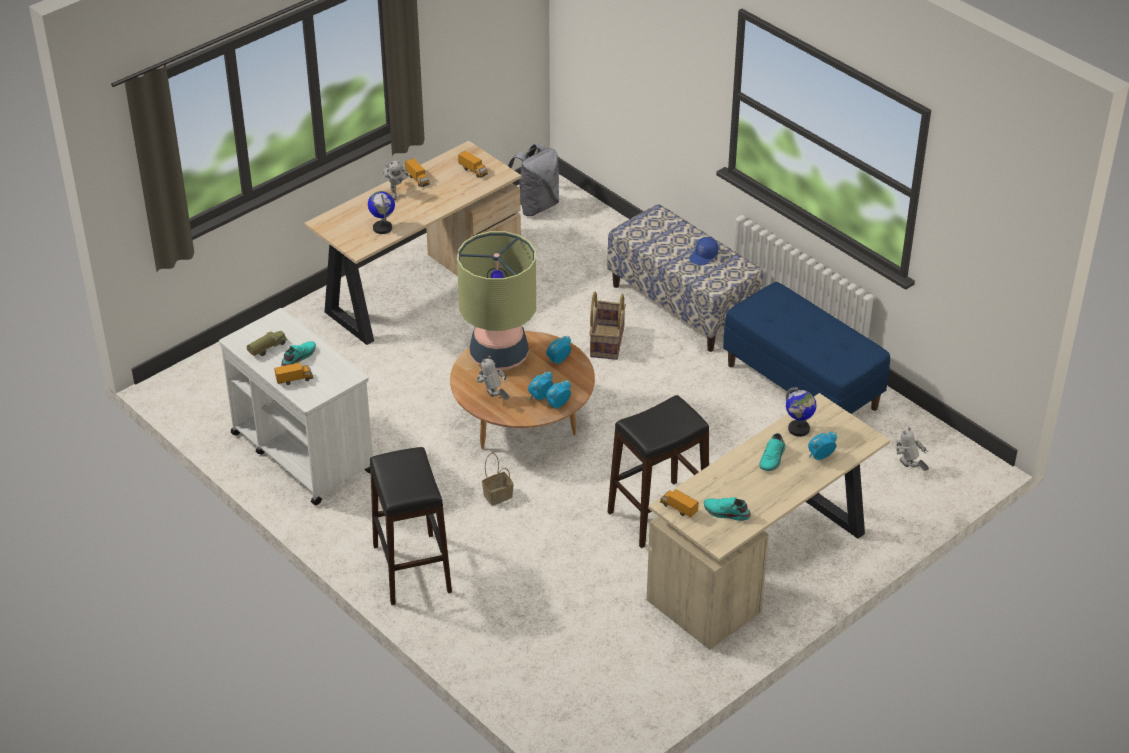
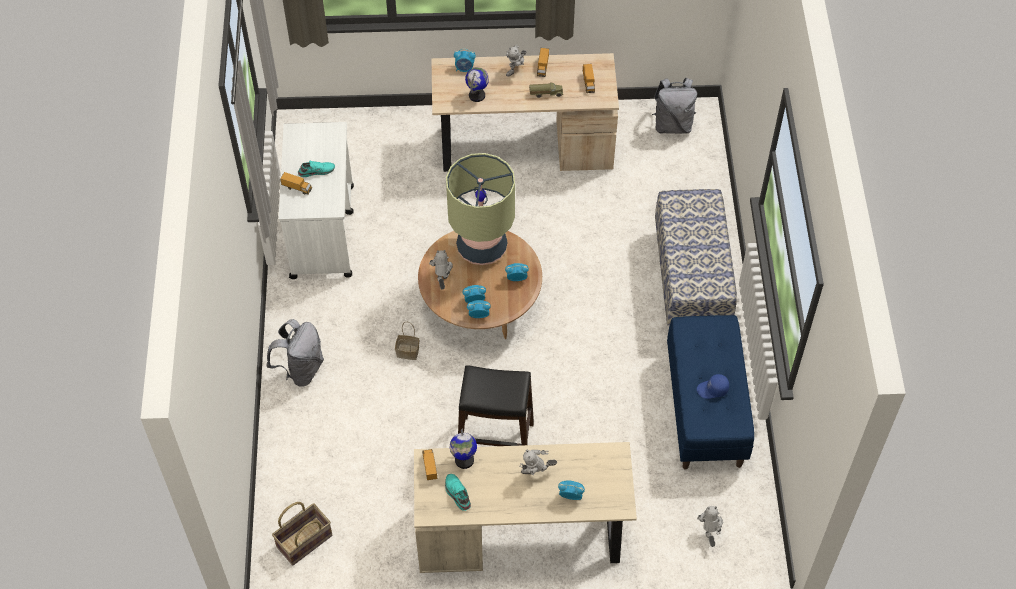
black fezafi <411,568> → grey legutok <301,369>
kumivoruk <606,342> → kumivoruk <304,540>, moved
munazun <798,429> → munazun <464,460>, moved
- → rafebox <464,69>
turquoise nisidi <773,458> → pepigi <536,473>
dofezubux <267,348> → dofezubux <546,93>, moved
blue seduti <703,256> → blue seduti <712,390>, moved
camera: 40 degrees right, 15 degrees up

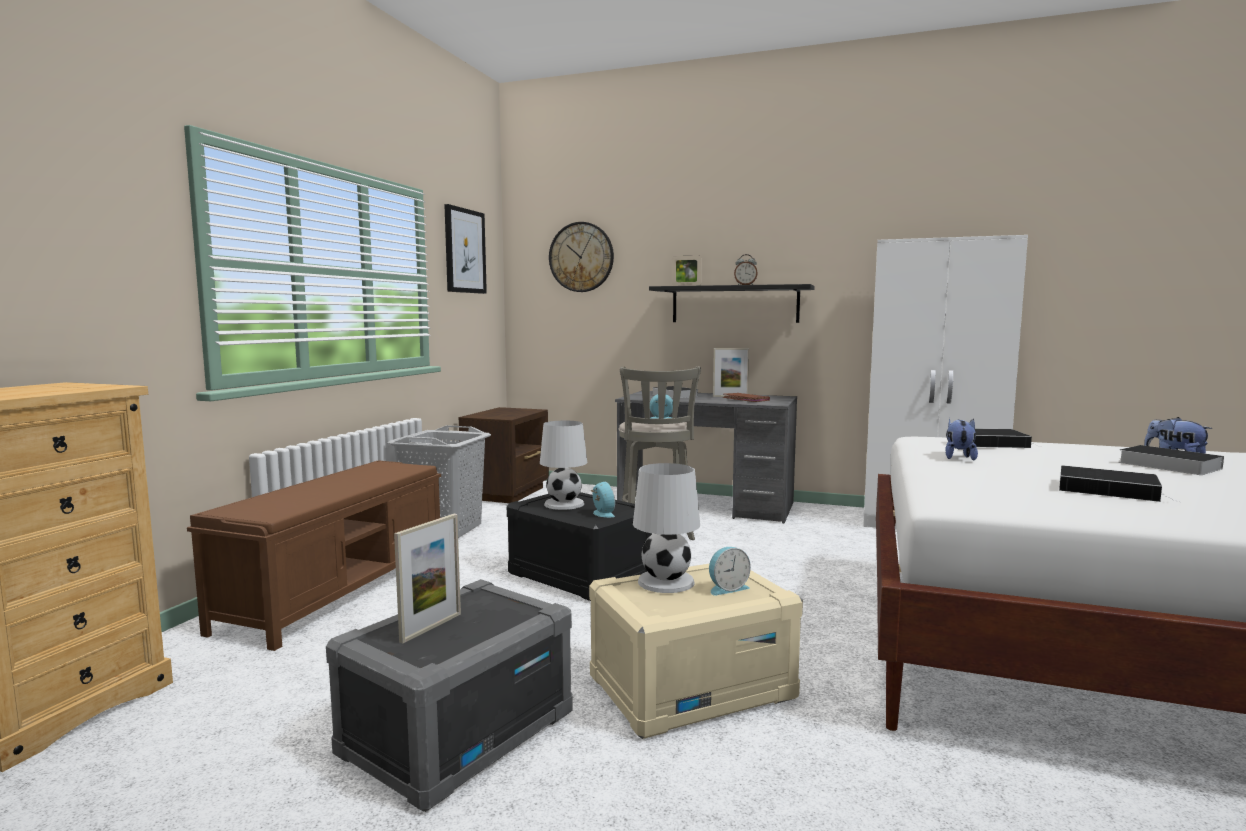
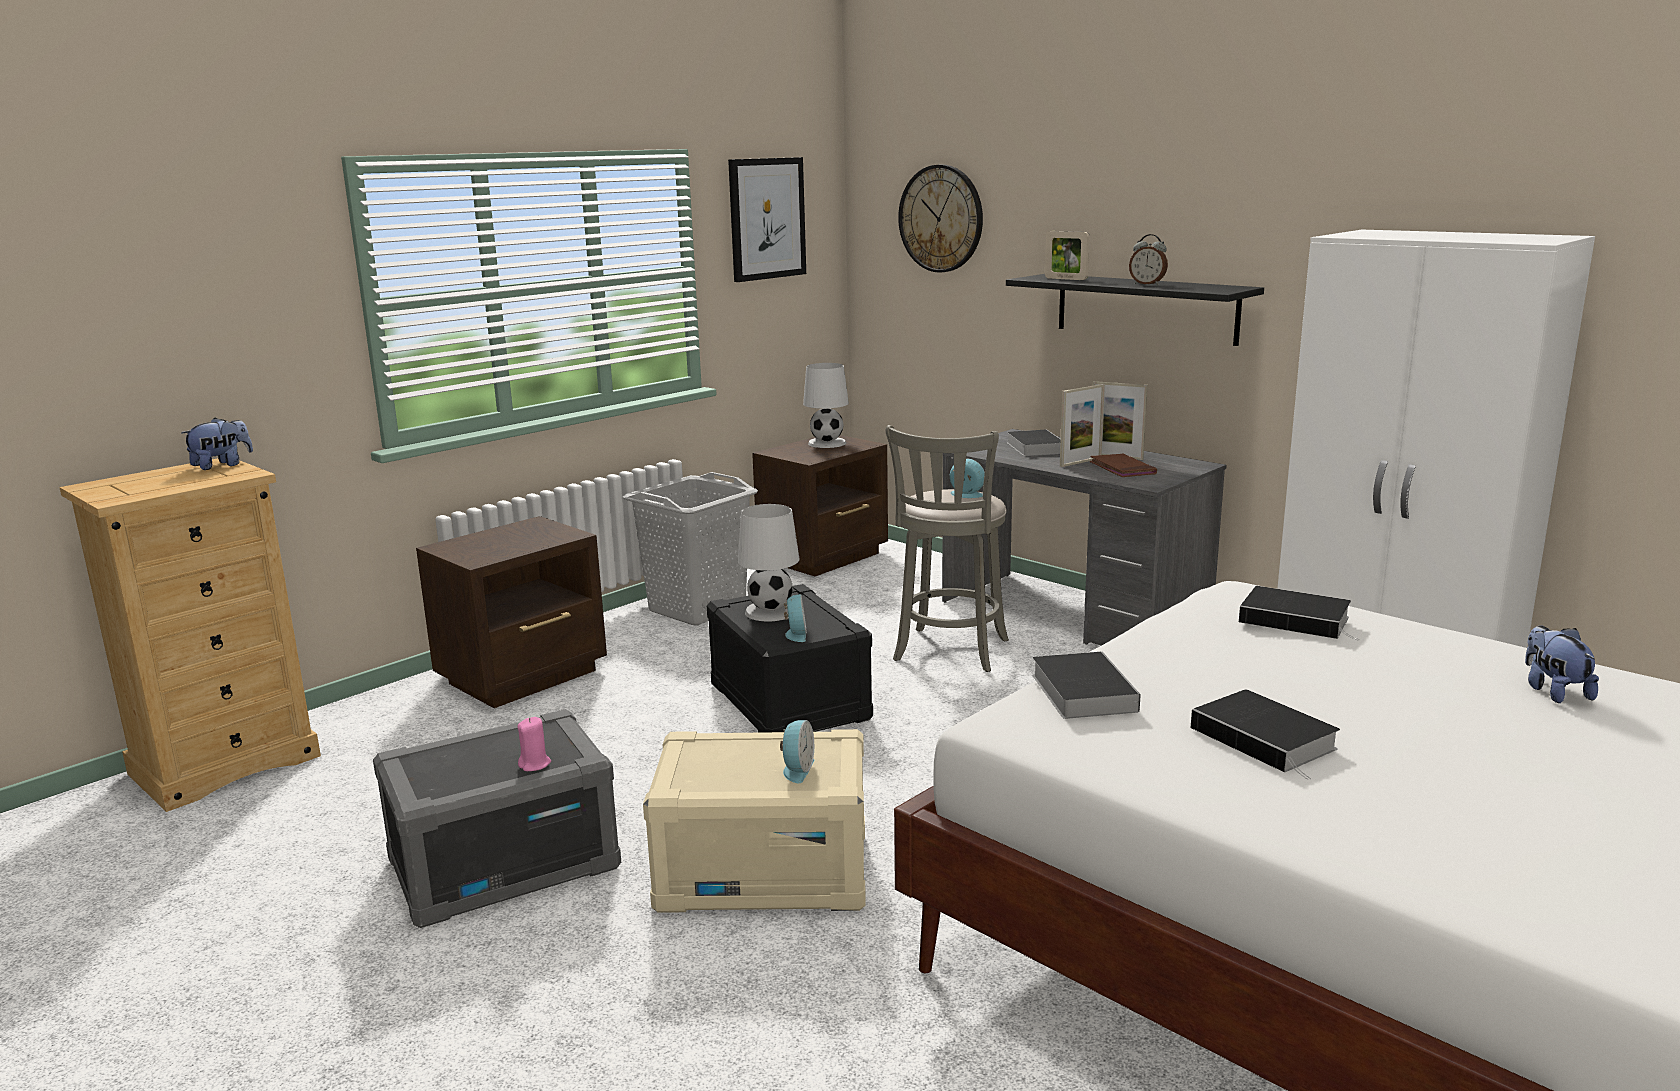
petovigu <958,457> → petovigu <222,465>, moved
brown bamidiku <339,590> → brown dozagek <525,677>
- → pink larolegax <535,764>
rafebox <727,588> → rafebox <797,769>, 75 degrees counterclockwise
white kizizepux <665,582> → white kizizepux <826,443>, moved
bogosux <1165,465> → bogosux <1081,691>, moved
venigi <431,627> → venigi <1080,462>, moved
camera: 25 degrees right, 10 degrees up

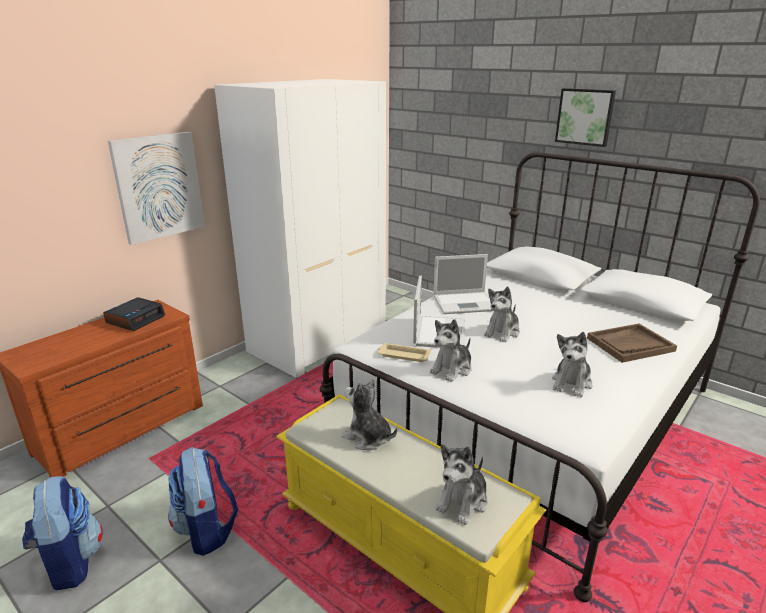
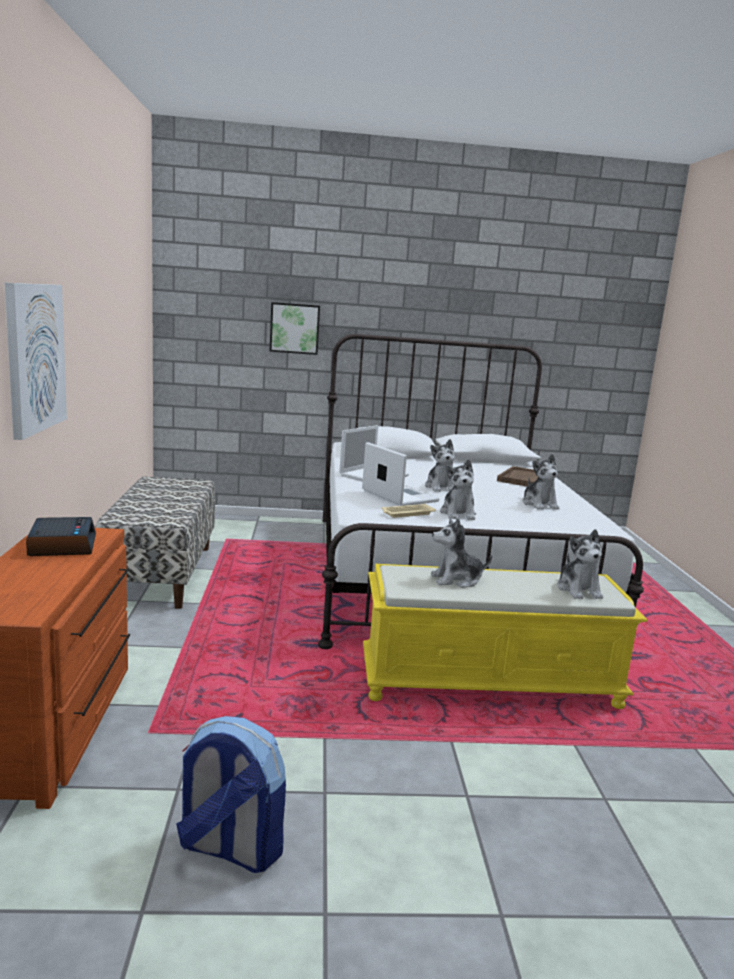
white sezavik <318,340> → bamidiku <161,573>
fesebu <585,117> → fesebu <294,328>, moved
legutok <207,530> → -
camera: 45 degrees left, 10 degrees down

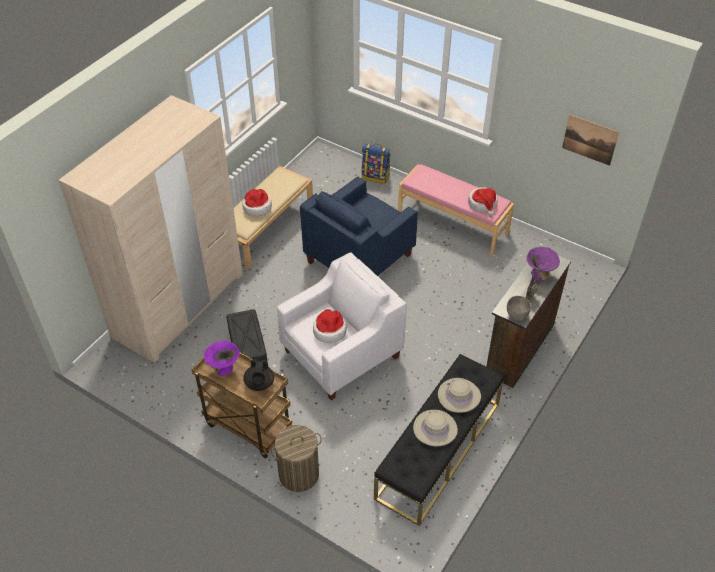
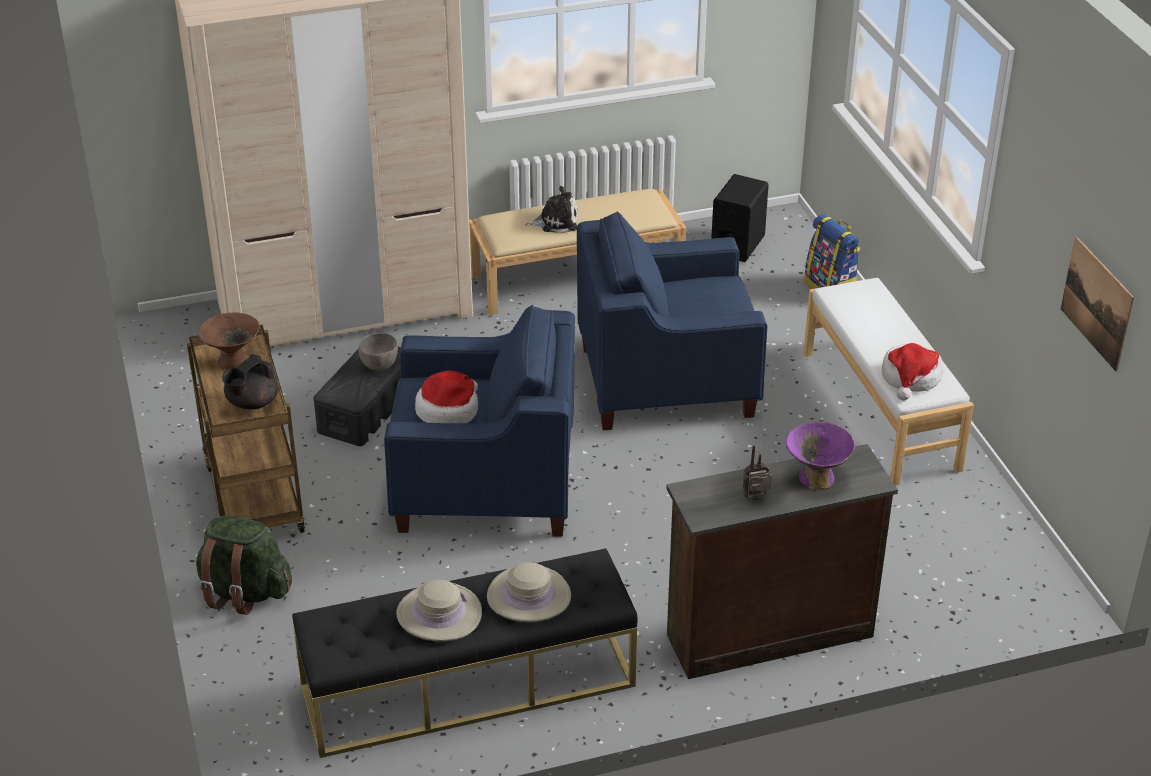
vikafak <299,474> → green legutok <244,592>
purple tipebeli <224,368> → brown tipebeli <233,362>
grey tipebeli <517,315> → grey tipebeli <379,365>, moved
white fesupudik <342,354> → blue fesupudik <485,486>
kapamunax <257,207> → petovigu <556,221>
- → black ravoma <737,245>
pink bamidiku <453,223> → white bamidiku <881,410>
camera: 40 degrees right, 10 degrees down

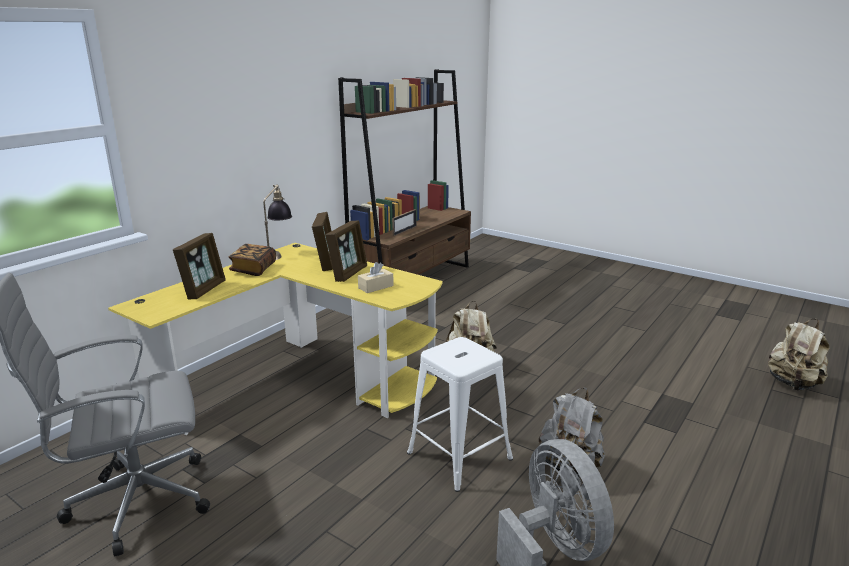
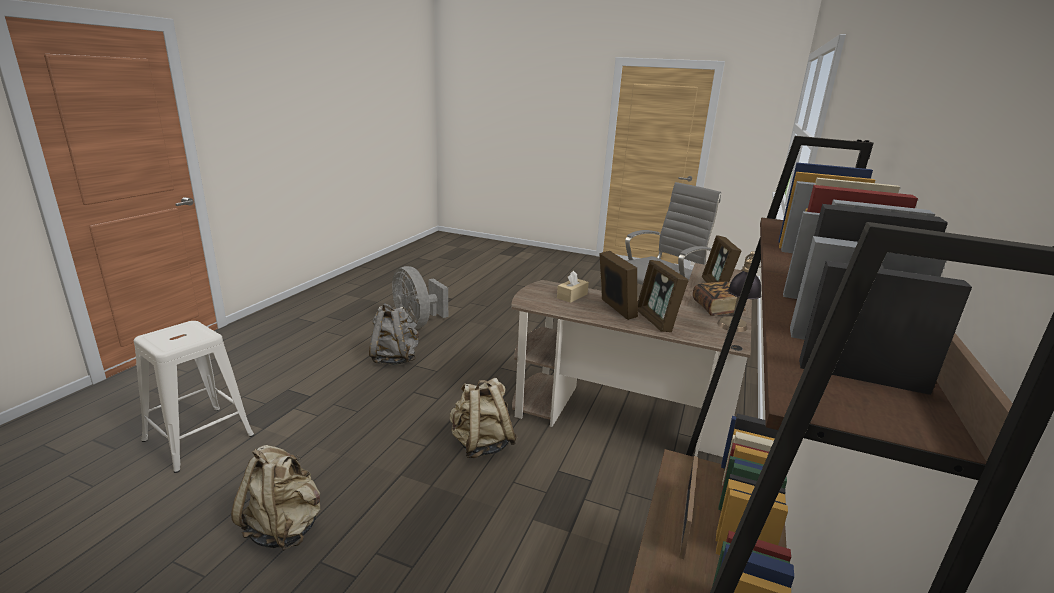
white fezafi <459,456> → white fezafi <199,437>, moved
beige legutok <793,384> → beige legutok <284,527>, moved
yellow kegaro <301,380> → brown kegaro <647,405>
venigi <348,273> → venigi <615,309>, 150 degrees clockwise
camera: 165 degrees right, 0 degrees up

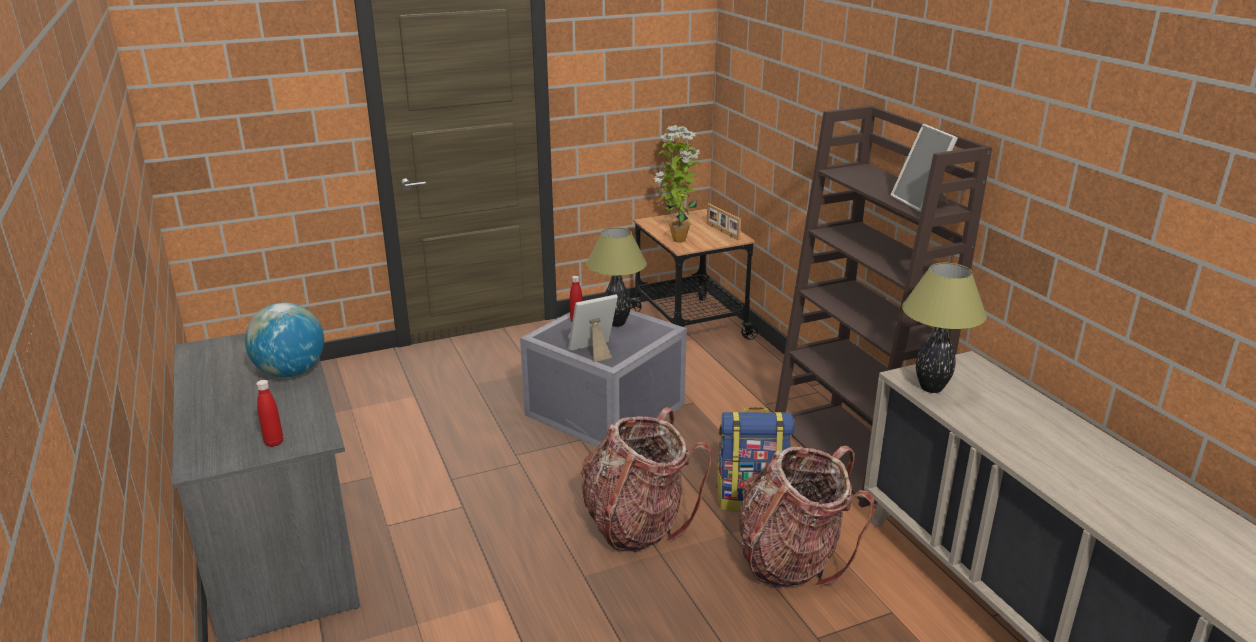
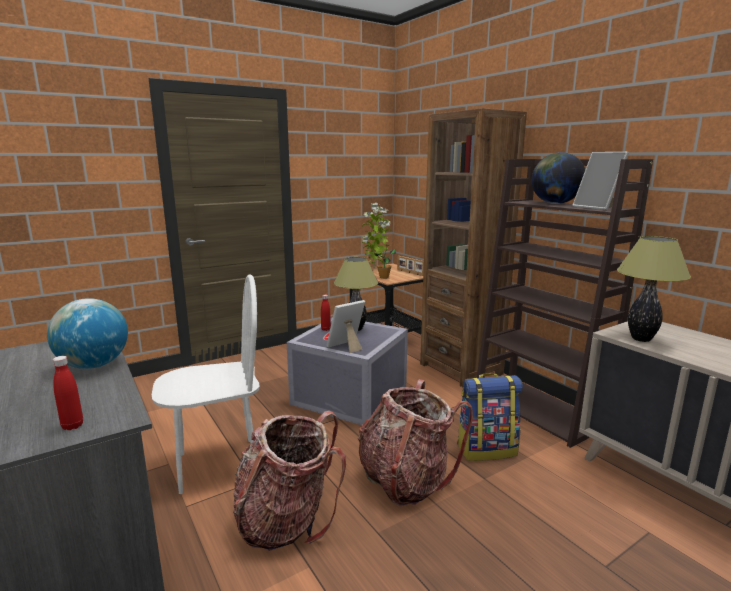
- → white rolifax <218,465>
legutok <791,559> → legutok <287,520>, moved
- → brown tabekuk <461,369>
- → munazun <555,203>
camera: 10 degrees left, 10 degrees down

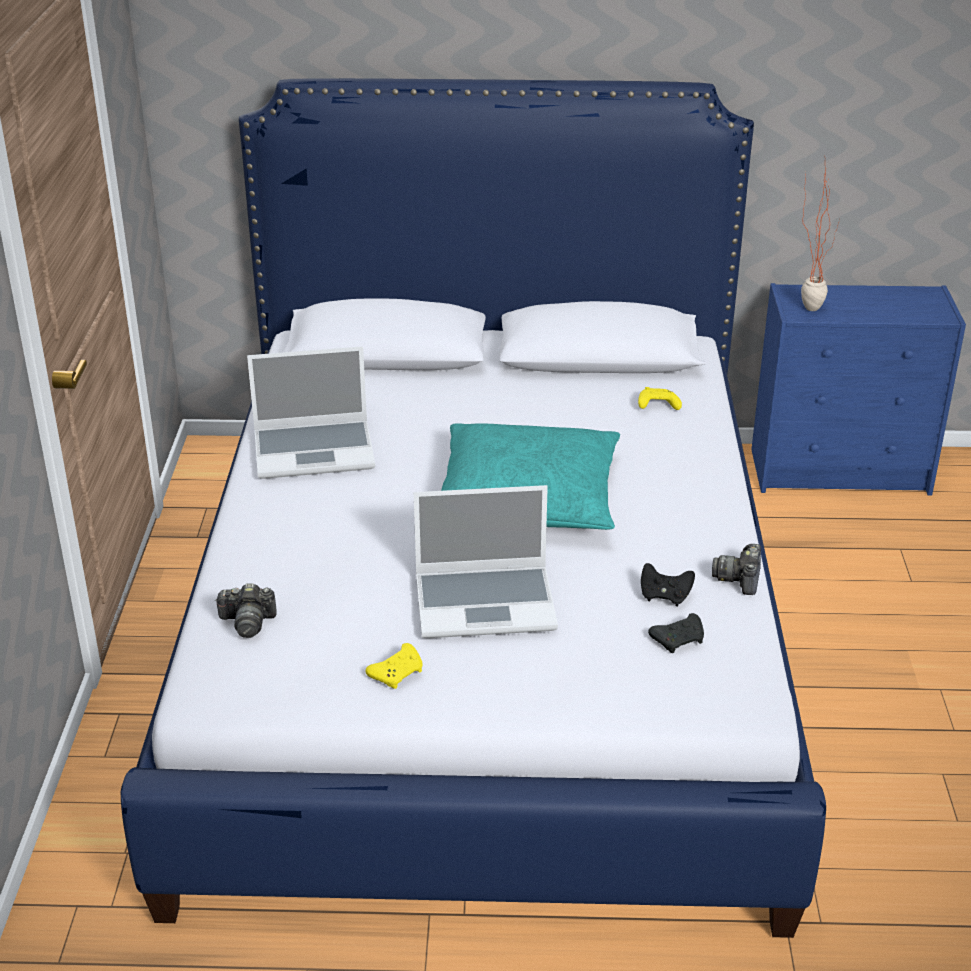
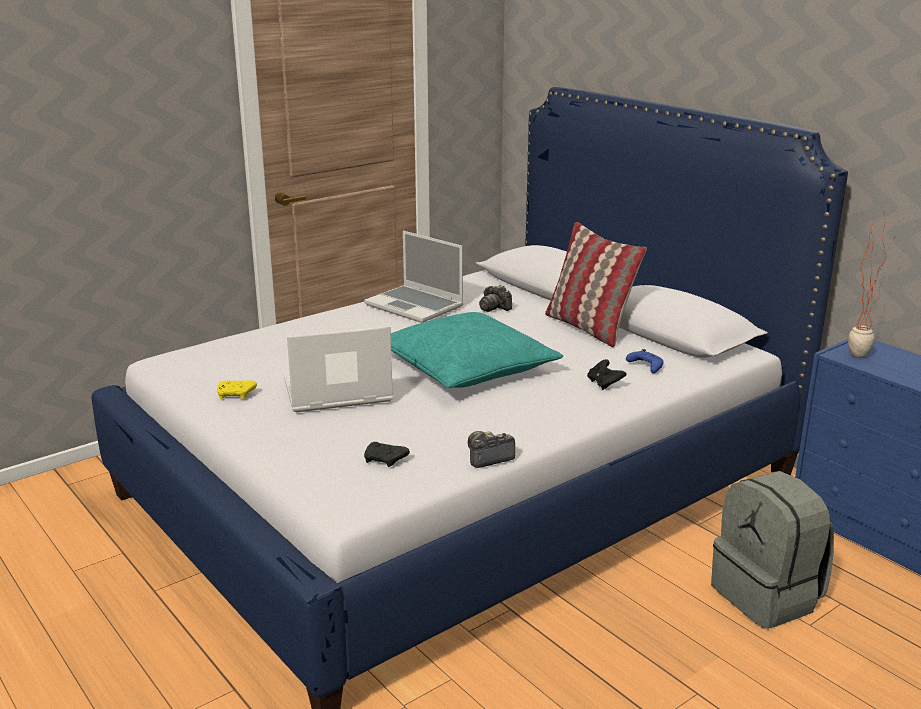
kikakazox <487,603> → kikakazox <336,393>, 120 degrees clockwise
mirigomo <248,622> → mirigomo <494,308>, moved
- → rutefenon <588,328>
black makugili <665,596> → black makugili <604,384>, moved
yellow makugili <657,406> → blue makugili <645,367>
- → grey legutok <768,596>
camera: 50 degrees right, 10 degrees down

